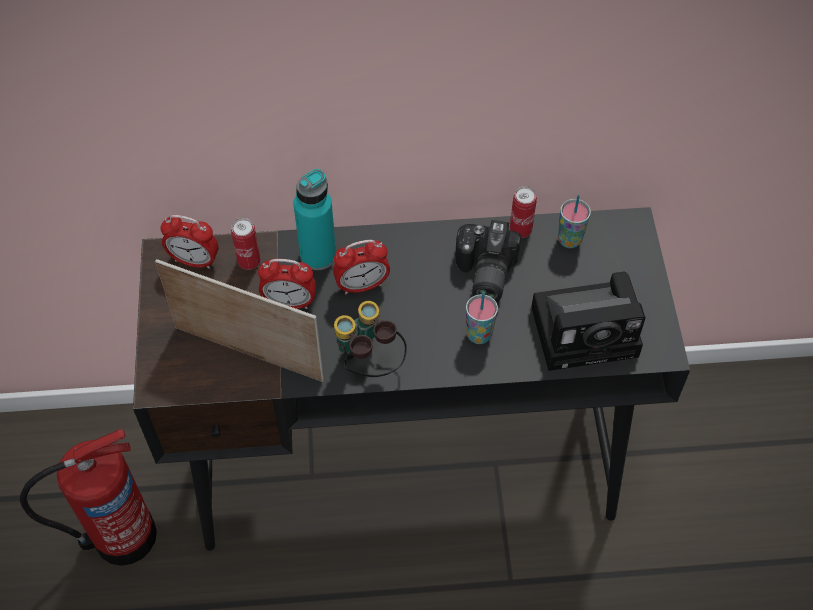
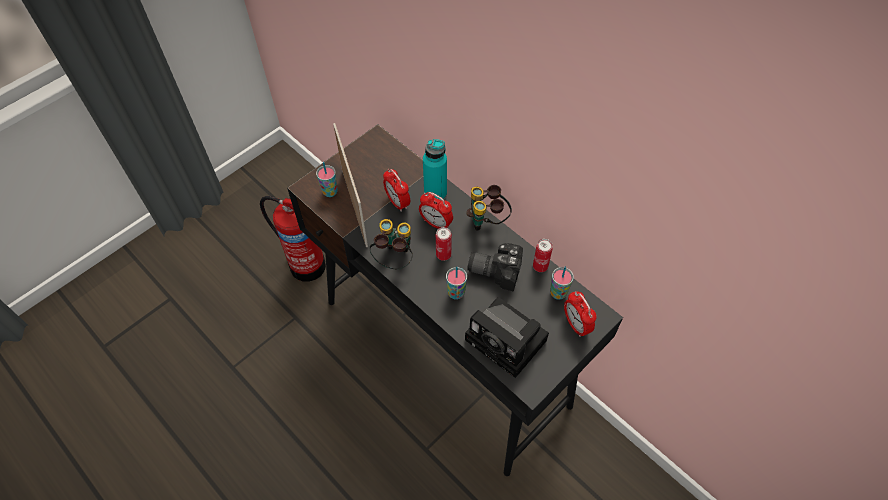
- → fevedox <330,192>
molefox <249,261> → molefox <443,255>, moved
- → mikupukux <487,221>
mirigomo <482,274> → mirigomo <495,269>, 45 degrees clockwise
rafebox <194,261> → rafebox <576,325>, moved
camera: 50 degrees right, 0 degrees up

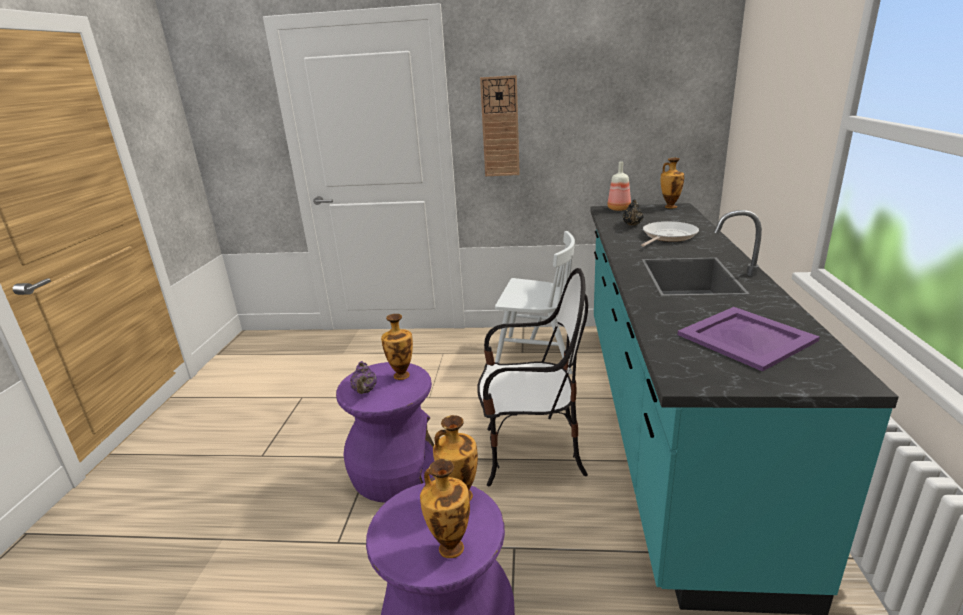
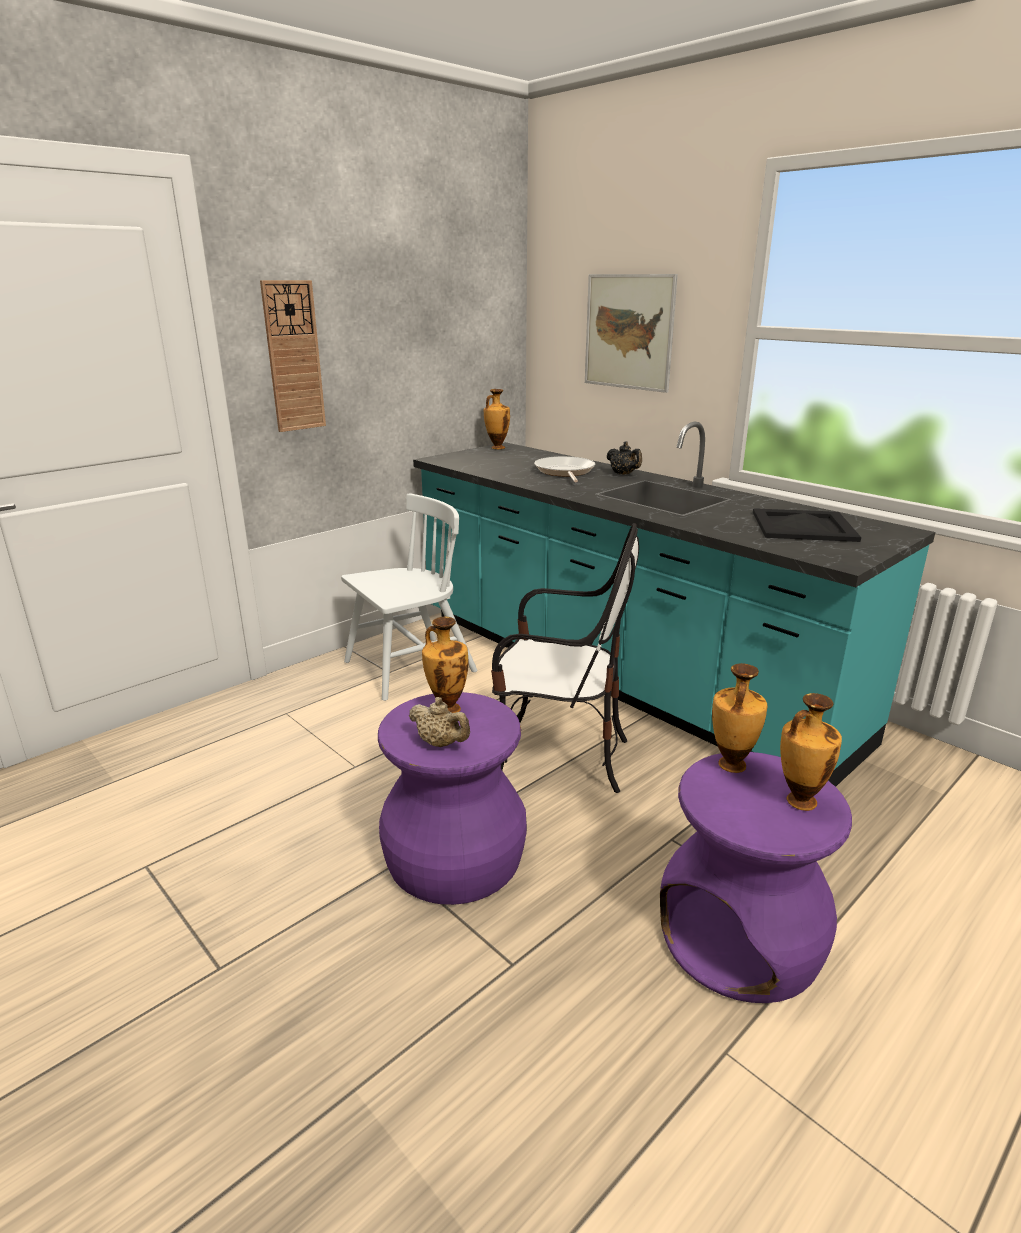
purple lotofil <364,391> → beige lotofil <440,743>
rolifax <531,454> → rolifax <559,758>, 60 degrees clockwise
- → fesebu <628,332>
black lotofil <632,225> → black lotofil <623,474>, moved
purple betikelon <746,338> → black betikelon <804,526>
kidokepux <618,209> → -
camera: 50 degrees left, 0 degrees up

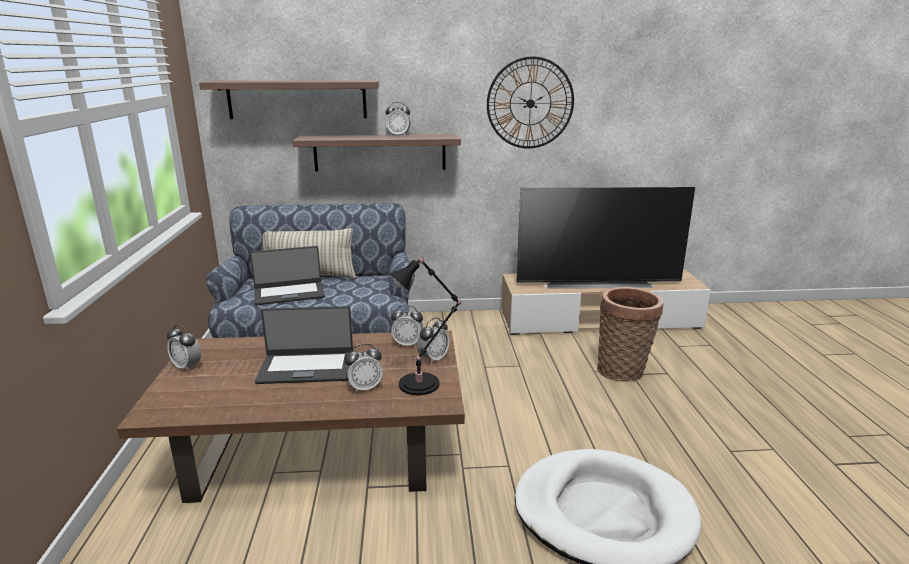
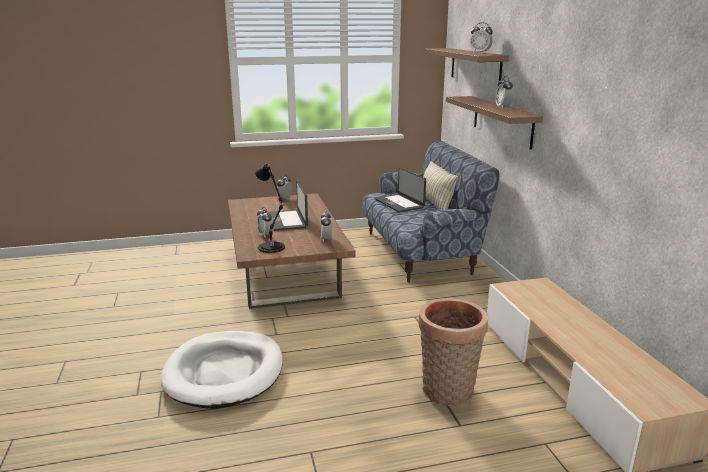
rafebox <433,359> → rafebox <480,53>, moved
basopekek <530,103> → -
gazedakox <597,283> → -
camera: 80 degrees right, 0 degrees up

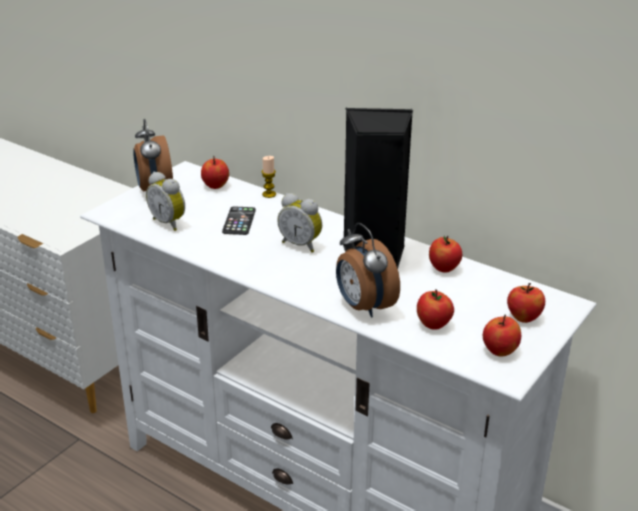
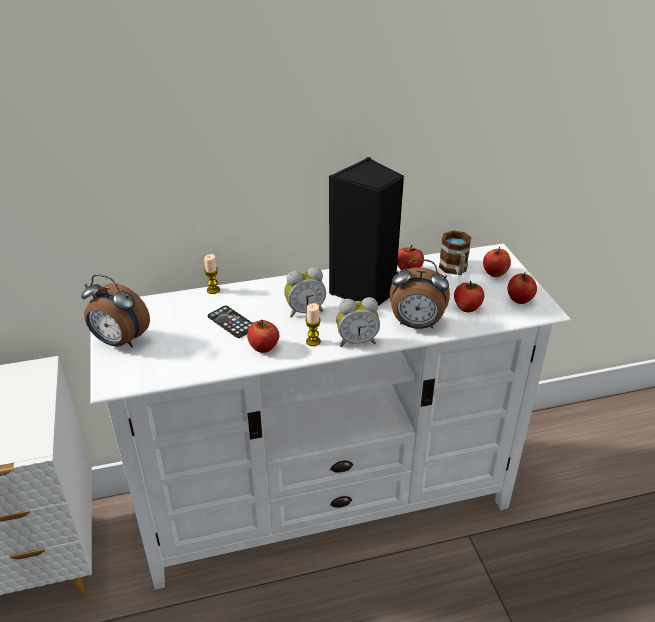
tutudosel <215,186> → tutudosel <264,348>, moved
- → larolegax <313,341>
rafebox <169,223> → rafebox <357,341>, moved
- → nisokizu <454,270>
camera: 50 degrees left, 5 degrees up

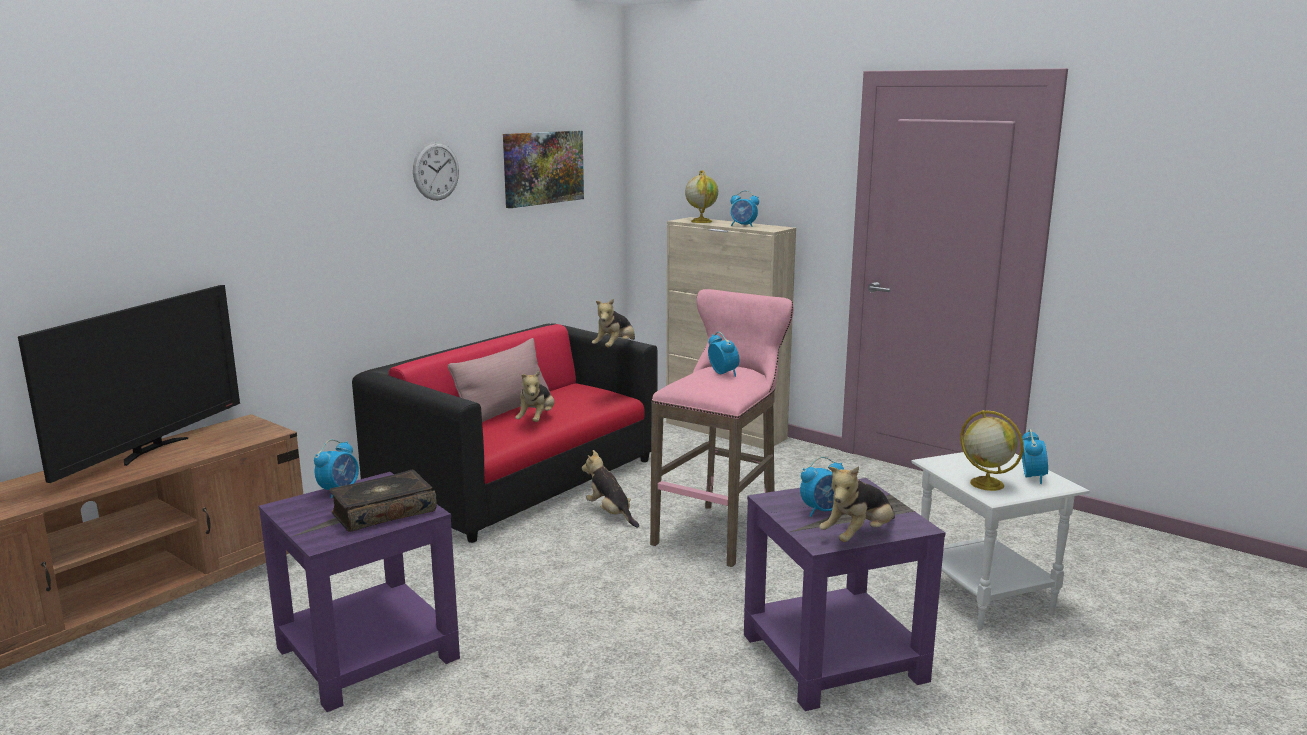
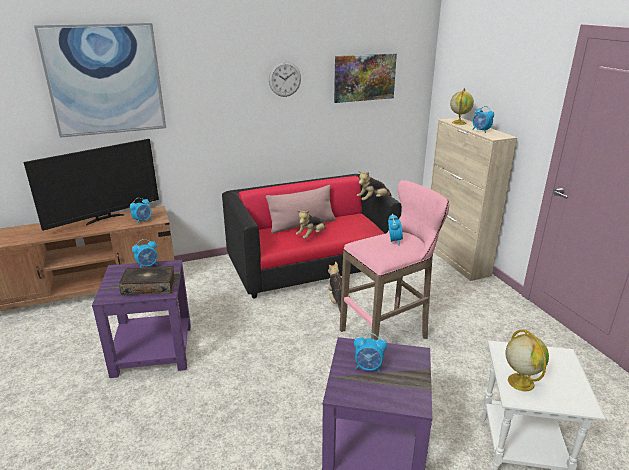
- → fesebu <105,80>
rafebox <1031,477> → rafebox <143,221>, moved
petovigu <858,536> → -
camera: 30 degrees right, 10 degrees up

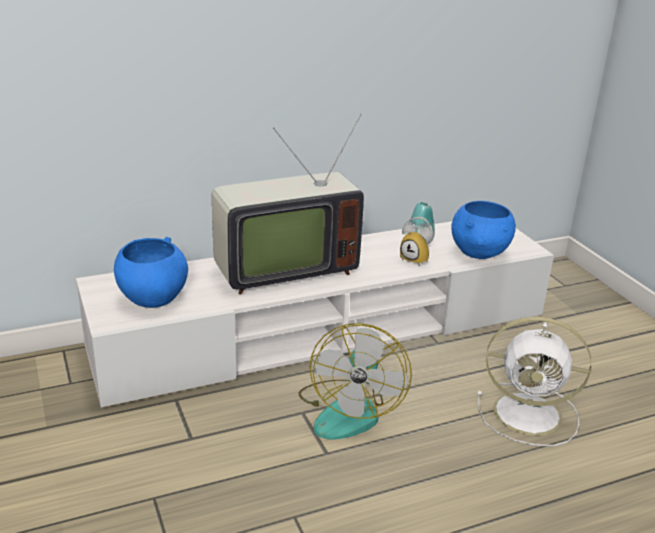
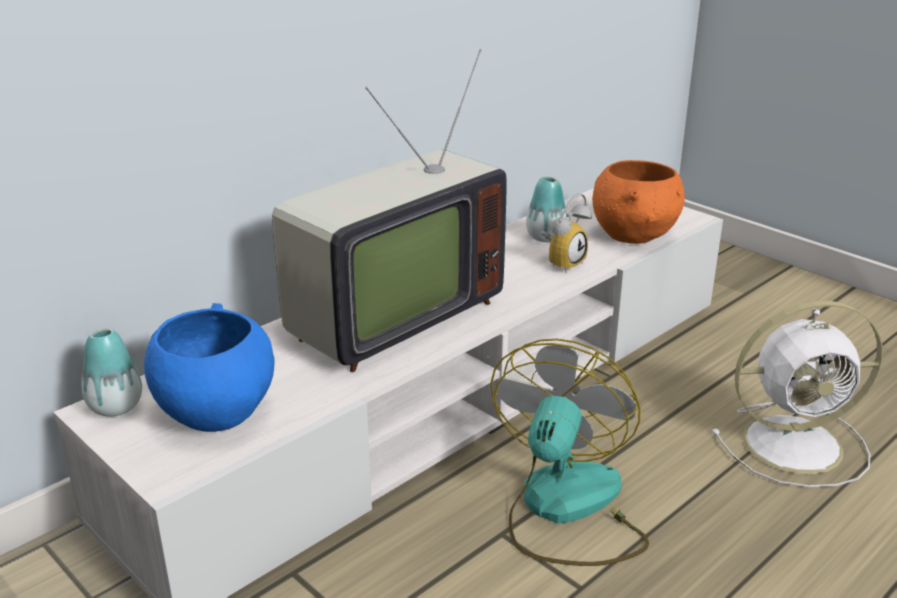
- → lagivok <116,407>
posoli <349,410> → posoli <565,509>, 150 degrees counterclockwise
rafebox <416,260> → rafebox <562,262>, 60 degrees counterclockwise
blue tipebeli <480,253> → orange tipebeli <634,236>
camera: 20 degrees left, 0 degrees up

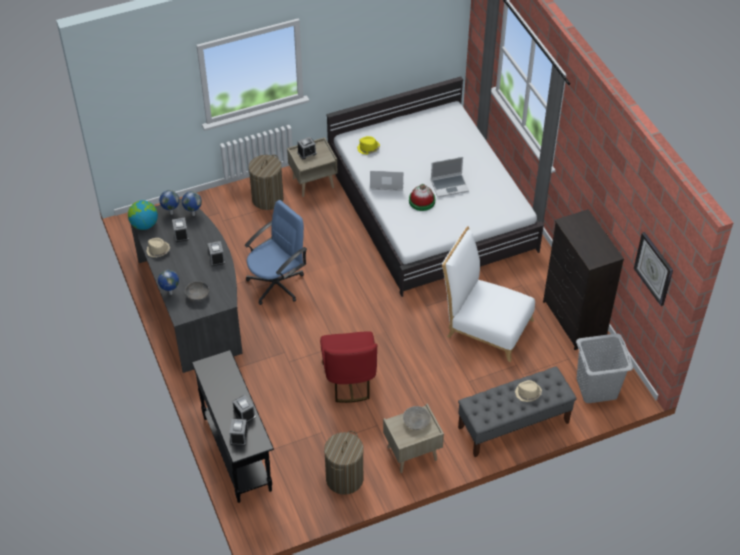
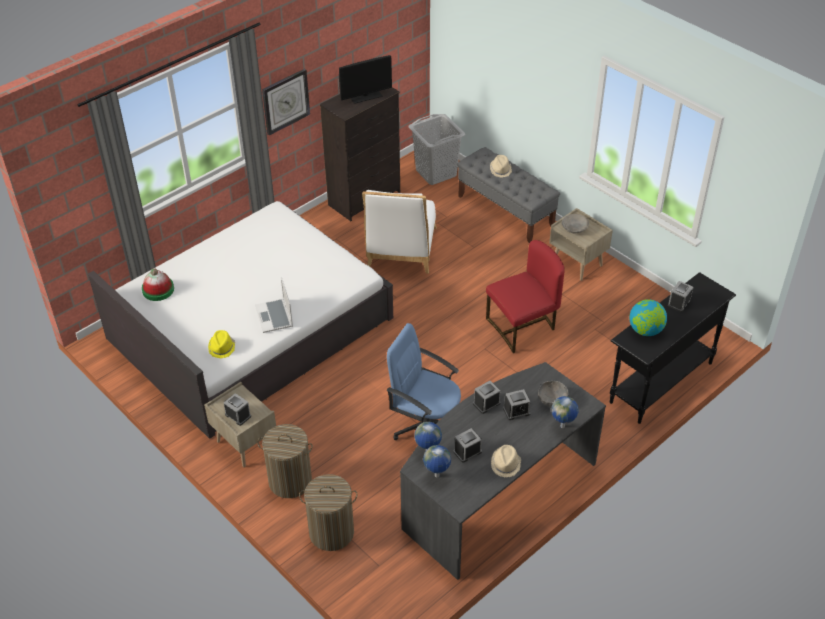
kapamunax <422,201> → kapamunax <158,290>, moved
basopekek <654,268> → basopekek <285,101>, moved
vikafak <344,479> → vikafak <331,532>, moved
- → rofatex <365,96>
rafebox <239,436> → rafebox <516,411>, moved
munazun <144,225> → munazun <645,330>, moved
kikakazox <449,185> → -
camera: 110 degrees left, 5 degrees down

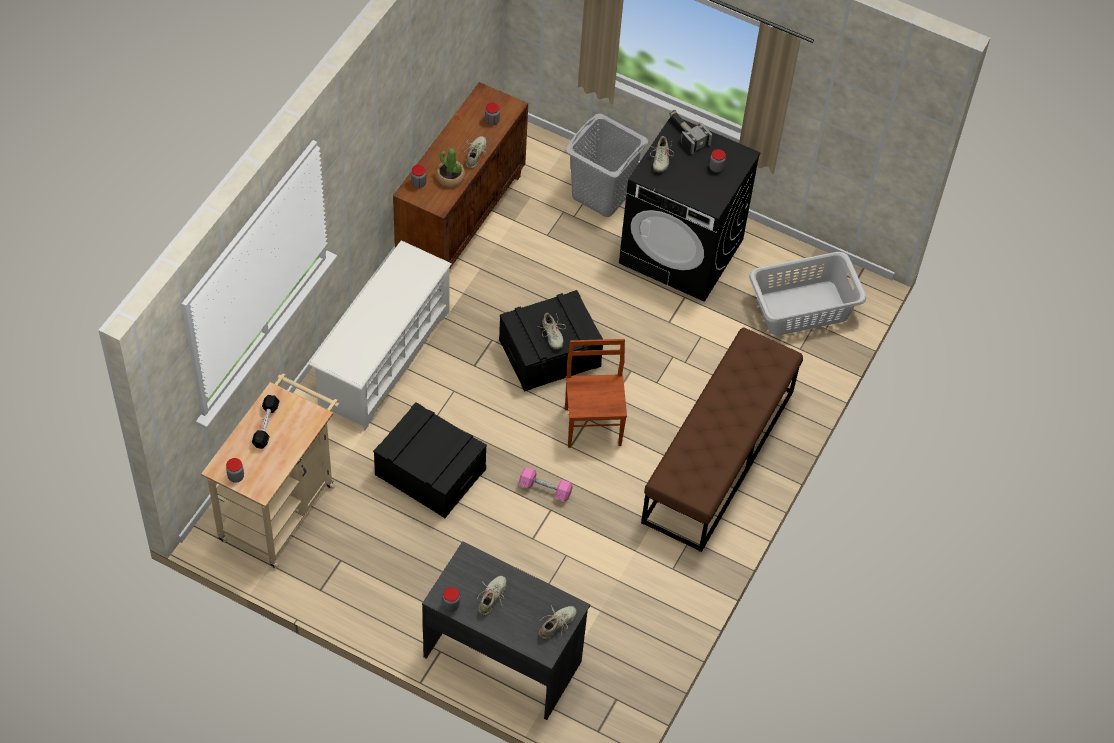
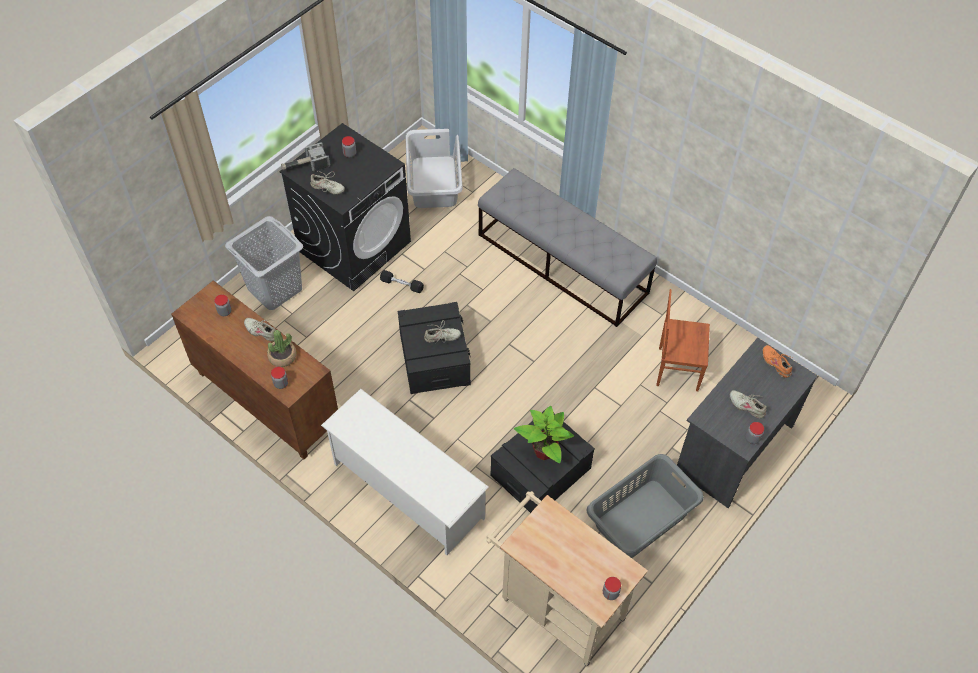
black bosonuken <266,425> → black bosonuken <402,285>, moved
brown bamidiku <718,456> → grey bamidiku <563,264>
- → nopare <544,451>
- → grey vikafak <641,519>
brown rolifax <593,425> → brown rolifax <677,368>, moved
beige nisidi <557,625> → orange nisidi <776,363>
pink bosonuken <545,489> → -
camera: 75 degrees left, 0 degrees up

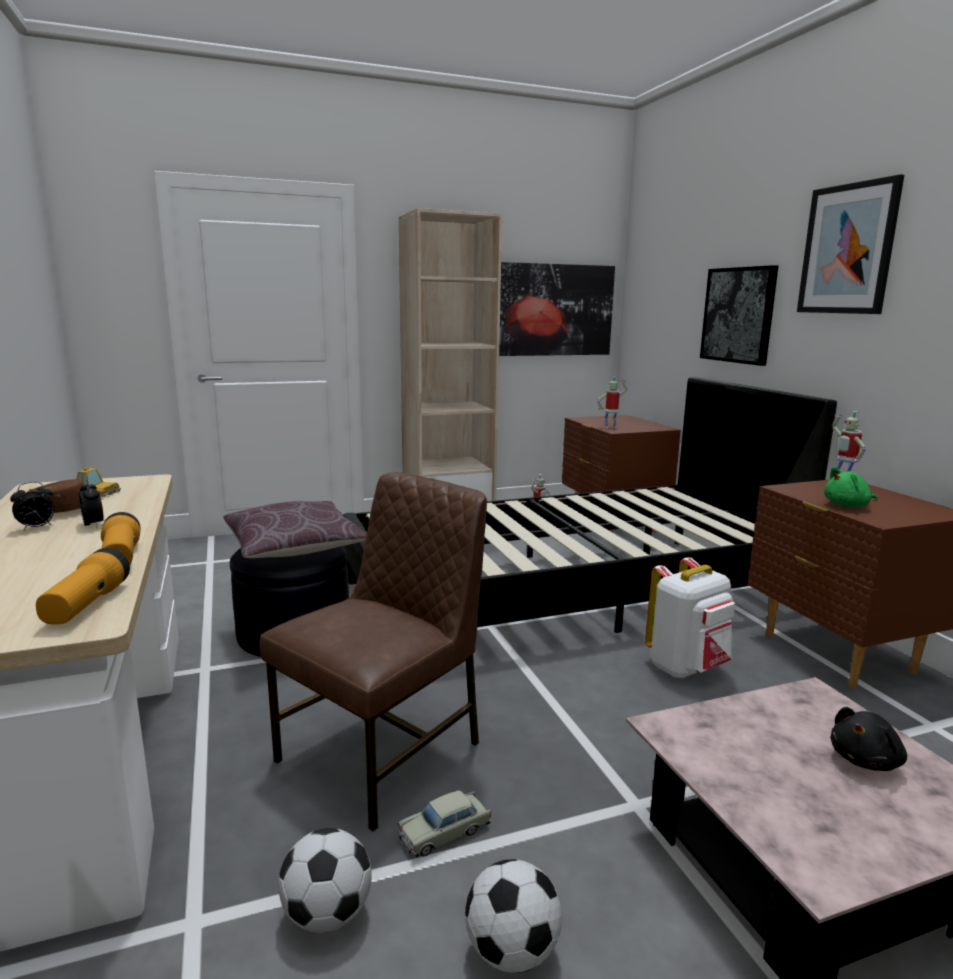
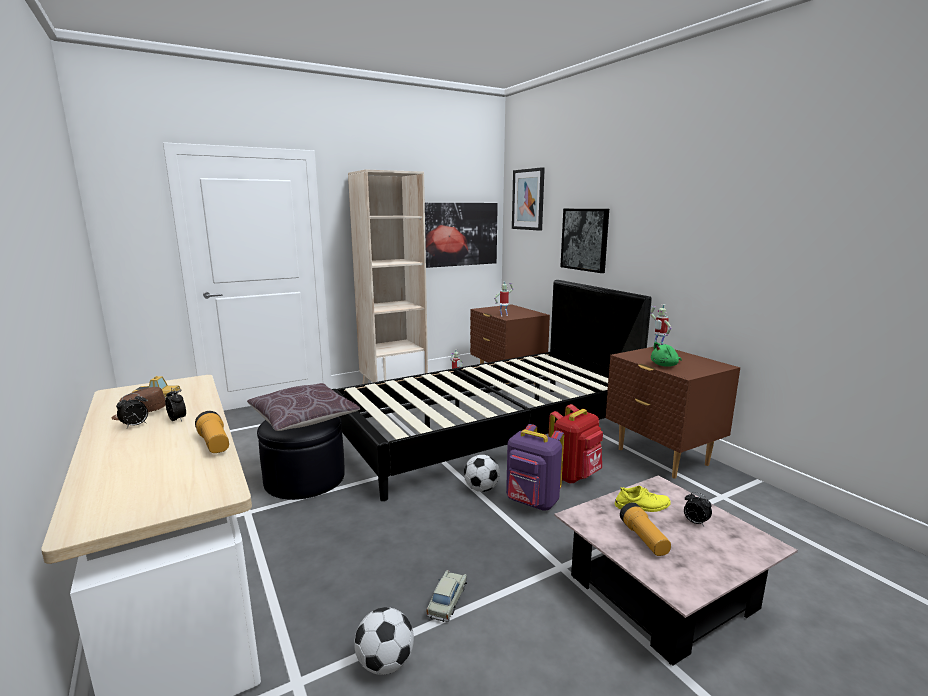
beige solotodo <445,832> → beige solotodo <447,601>, 150 degrees clockwise
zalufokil <511,951> → zalufokil <481,489>, moved
- → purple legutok <532,502>
fesebu <848,249> → fesebu <528,199>, moved
white legutok <687,668> → red legutok <574,476>
- → yellow nisidi <642,506>
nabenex <87,605> → nabenex <644,539>, moved
black petovigu <866,760> → rafebox <695,522>
brown rolifax <384,752> → -
camera: 10 degrees left, 0 degrees up

